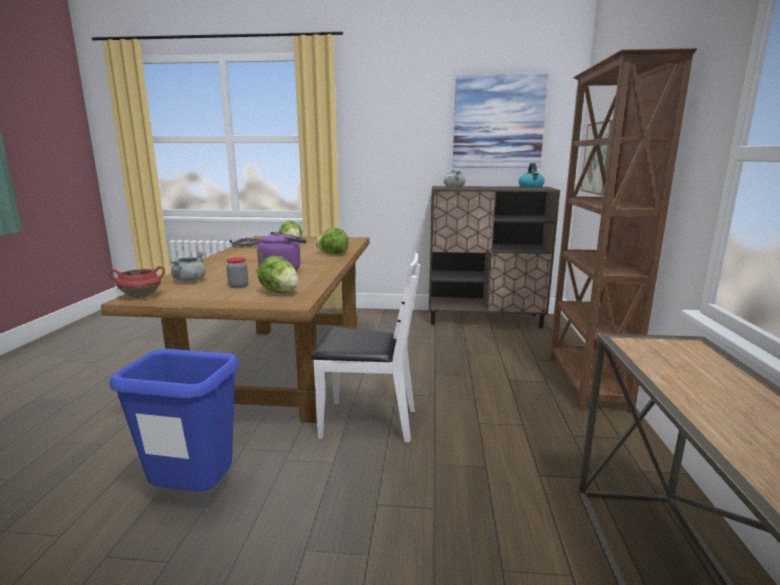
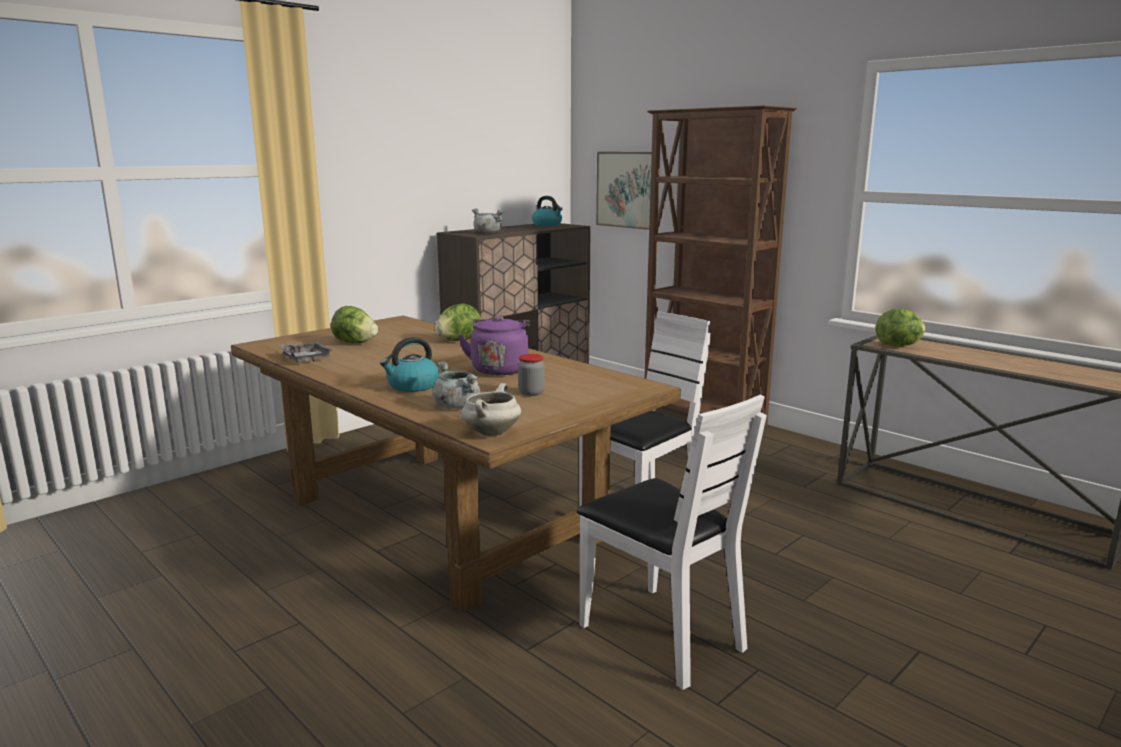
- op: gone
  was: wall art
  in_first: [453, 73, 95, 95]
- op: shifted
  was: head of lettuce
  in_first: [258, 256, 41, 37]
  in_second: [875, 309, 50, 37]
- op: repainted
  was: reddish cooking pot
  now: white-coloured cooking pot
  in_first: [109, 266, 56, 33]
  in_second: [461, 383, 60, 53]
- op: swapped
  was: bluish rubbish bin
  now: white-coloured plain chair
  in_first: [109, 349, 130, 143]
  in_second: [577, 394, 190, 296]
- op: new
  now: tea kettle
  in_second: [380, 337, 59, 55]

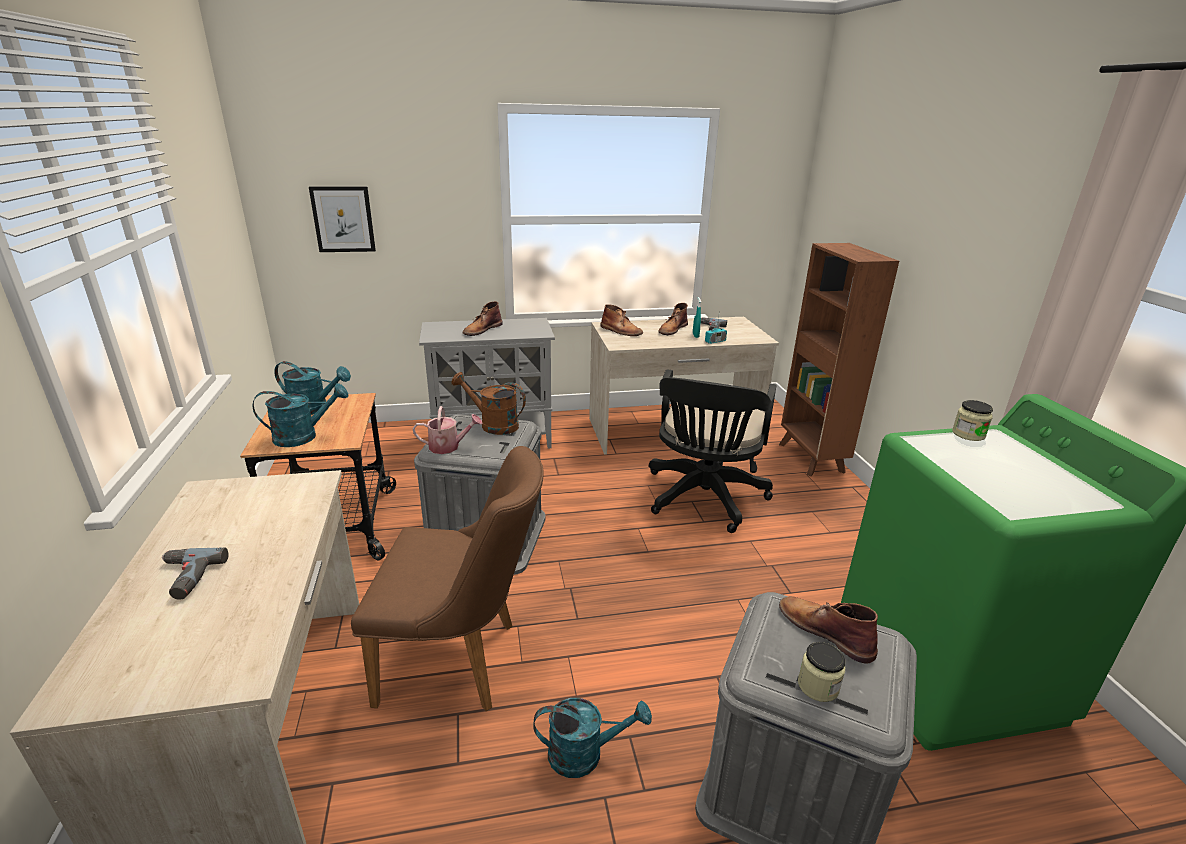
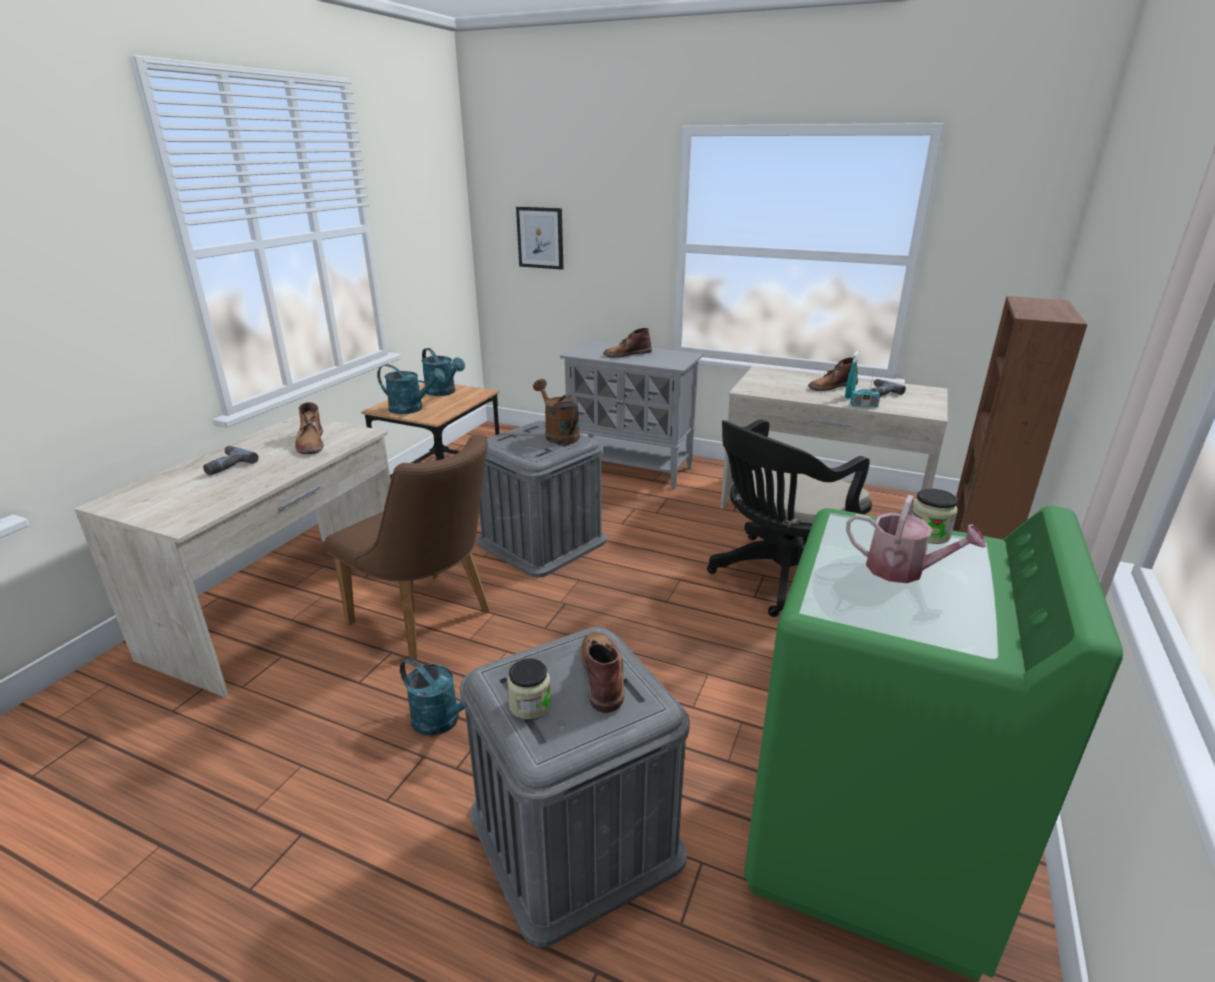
- op: shifted
  was: brownish high-top boot
  in_first: [600, 304, 43, 32]
  in_second: [295, 402, 29, 52]
- op: shifted
  was: watering can
  in_first: [413, 406, 70, 48]
  in_second: [846, 495, 140, 88]

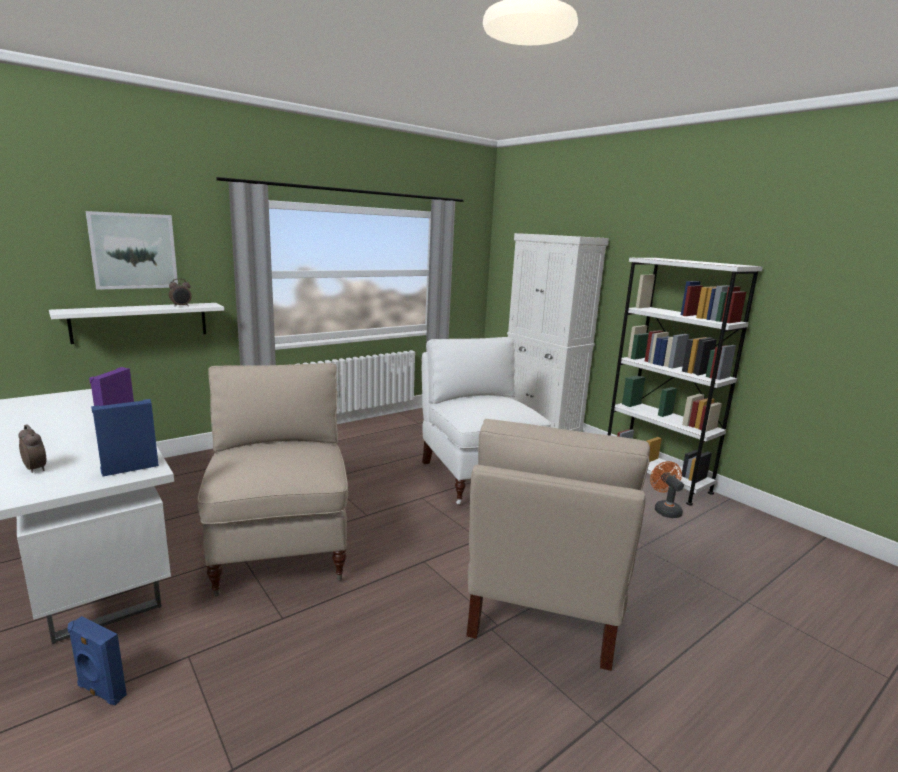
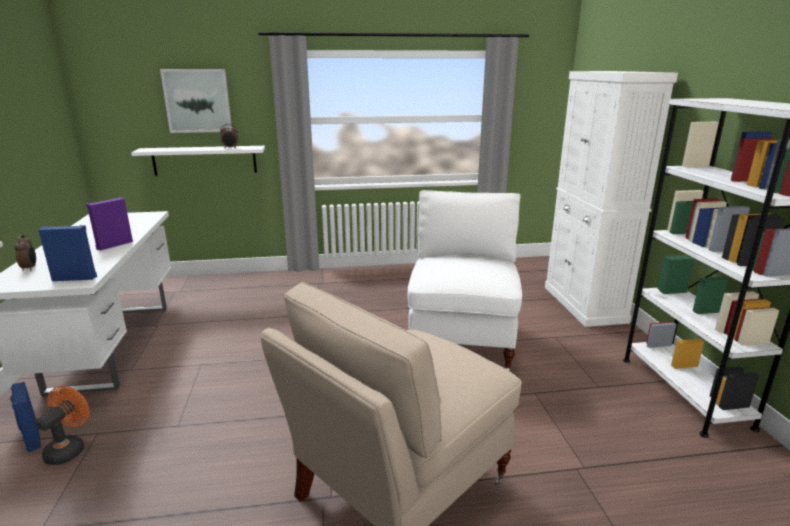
- op: gone
  was: sand-coloured plain chair
  in_first: [197, 363, 151, 233]
- op: shifted
  was: orangey fan
  in_first: [650, 461, 34, 57]
  in_second: [36, 386, 53, 79]

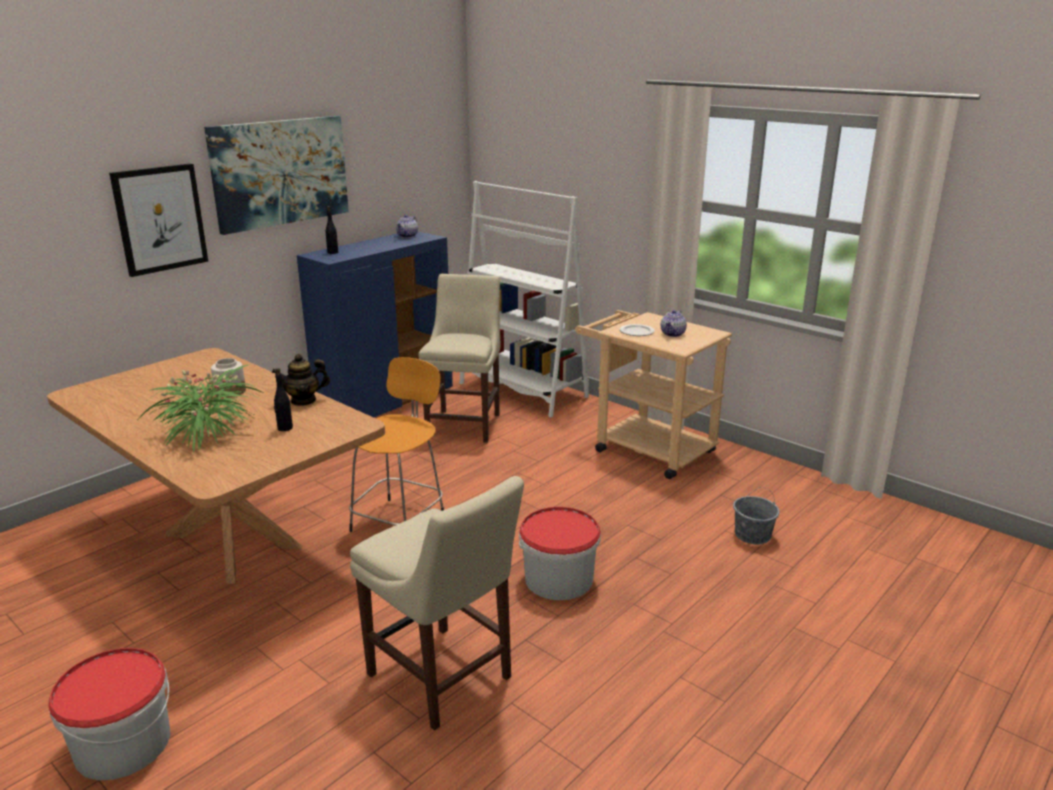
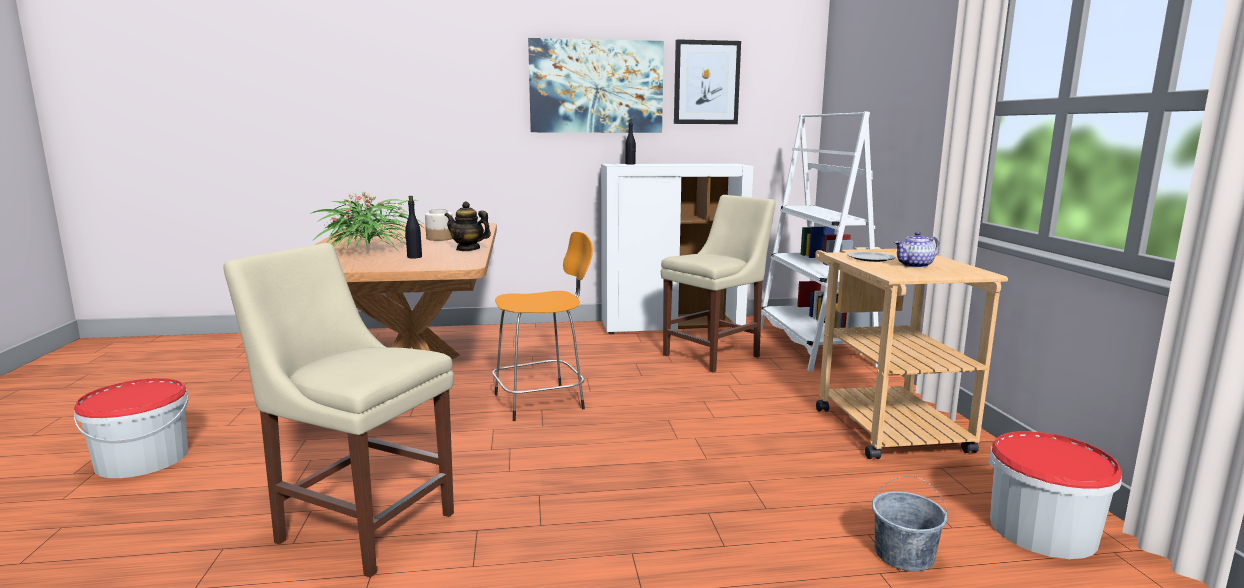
- op: shifted
  was: wall art
  in_first: [109, 164, 99, 113]
  in_second: [674, 39, 67, 85]
- op: gone
  was: pot for tea
  in_first: [396, 215, 22, 23]
- op: repainted
  was: bluish cupboard
  now: white-coloured cupboard
  in_first: [297, 232, 156, 185]
  in_second: [601, 163, 153, 171]
- op: rotated
  was: sand-coloured plain chair
  in_first: [350, 476, 174, 255]
  in_second: [223, 243, 231, 335]
  clockwise: 120
- op: shifted
  was: bucket
  in_first: [519, 507, 82, 93]
  in_second: [988, 431, 134, 128]

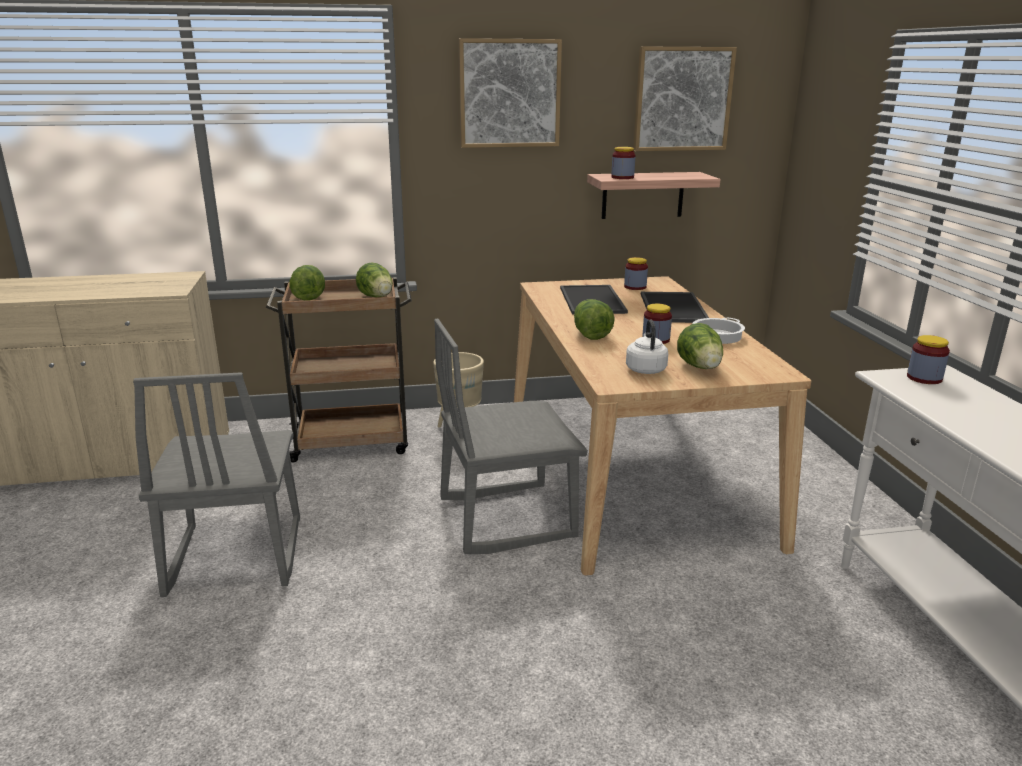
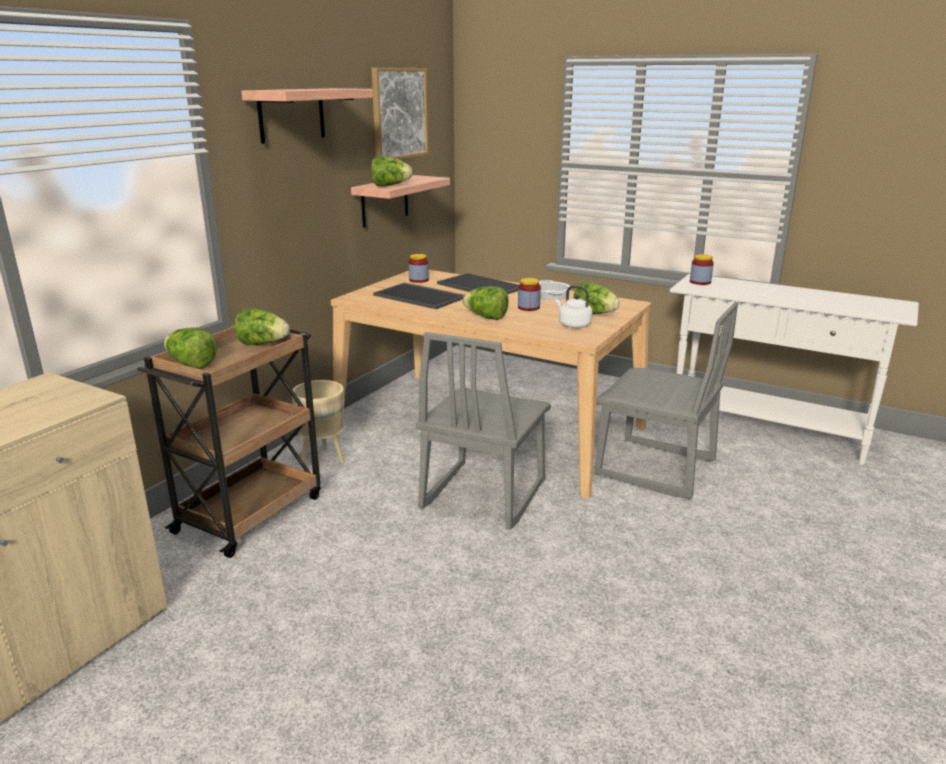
- op: swapped
  was: wall art
  now: bracket shelf
  in_first: [459, 38, 103, 110]
  in_second: [241, 88, 132, 56]
- op: swapped
  was: storage jar
  now: head of lettuce
  in_first: [611, 147, 24, 32]
  in_second: [371, 156, 41, 30]
- op: shifted
  was: gray plain chair
  in_first: [133, 372, 167, 225]
  in_second: [595, 302, 143, 197]

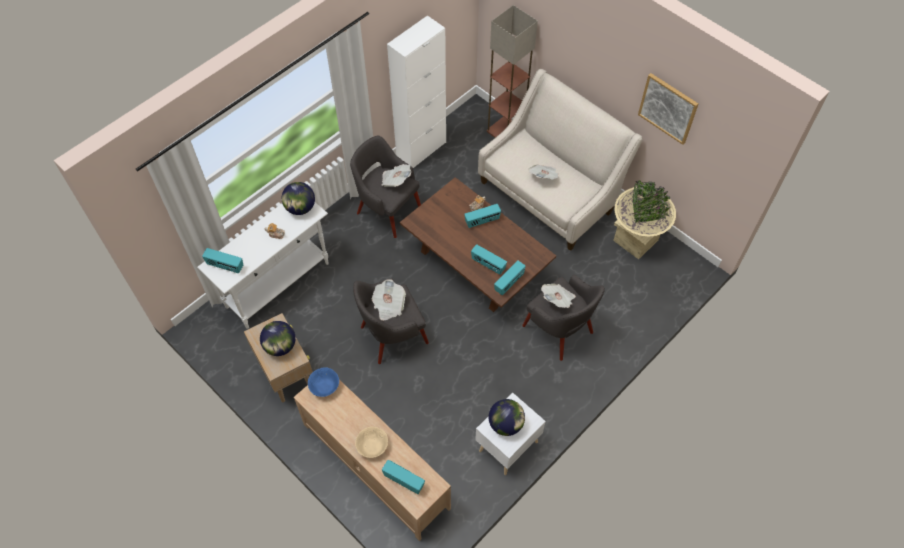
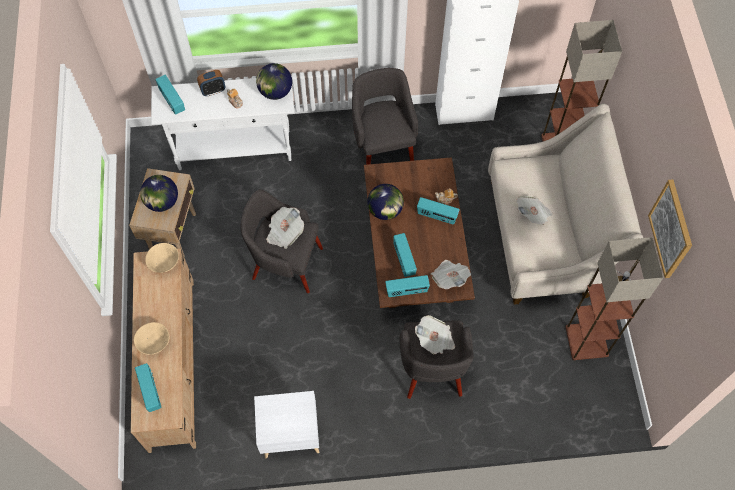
- op: shifted
  was: newspaper
  in_first: [382, 164, 29, 23]
  in_second: [431, 260, 40, 29]
- op: swapped
  was: sand-coloured flower pot
  now: floor lamp
  in_first: [613, 180, 63, 79]
  in_second: [566, 237, 97, 123]
- op: repainted
  was: bluish deep dish
  now: sand-coloured deep dish
  in_first: [308, 367, 31, 30]
  in_second: [145, 243, 34, 30]
- op: shifted
  was: world globe
  in_first: [489, 399, 36, 37]
  in_second: [368, 184, 36, 36]
- op: new
  now: table clock
  in_second: [197, 70, 28, 26]

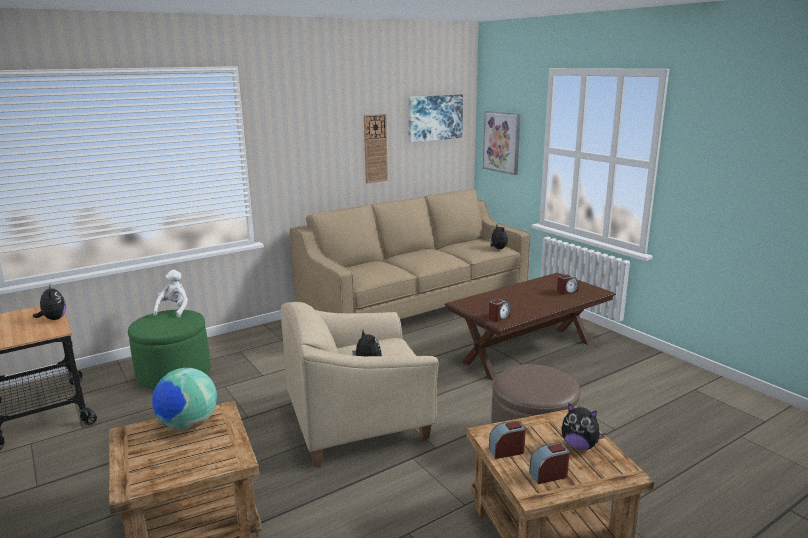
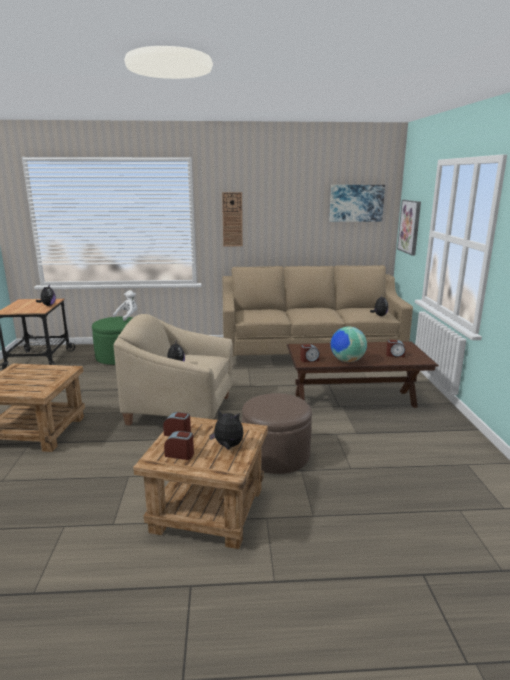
- op: shifted
  was: wall clock
  in_first: [364, 114, 24, 69]
  in_second: [222, 192, 21, 54]
- op: shifted
  was: world globe
  in_first: [152, 368, 65, 62]
  in_second: [330, 327, 37, 35]
- op: rotated
  was: plush toy
  in_first: [561, 403, 44, 47]
  in_second: [209, 410, 35, 40]
  clockwise: 135

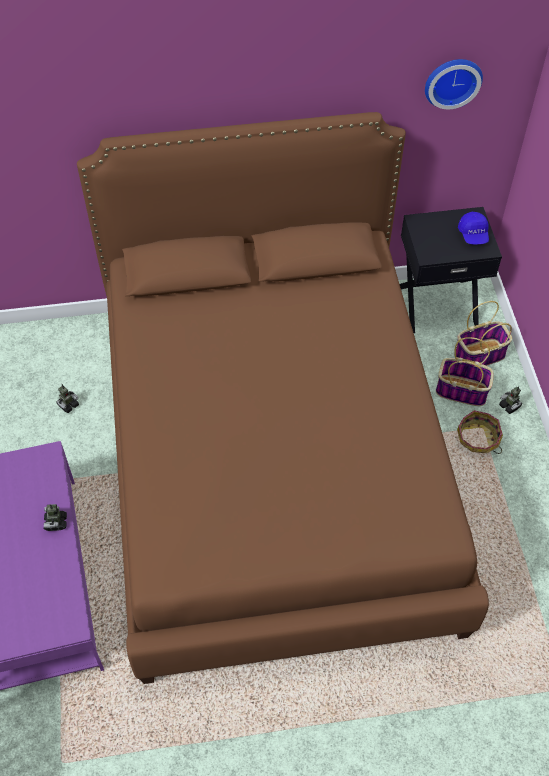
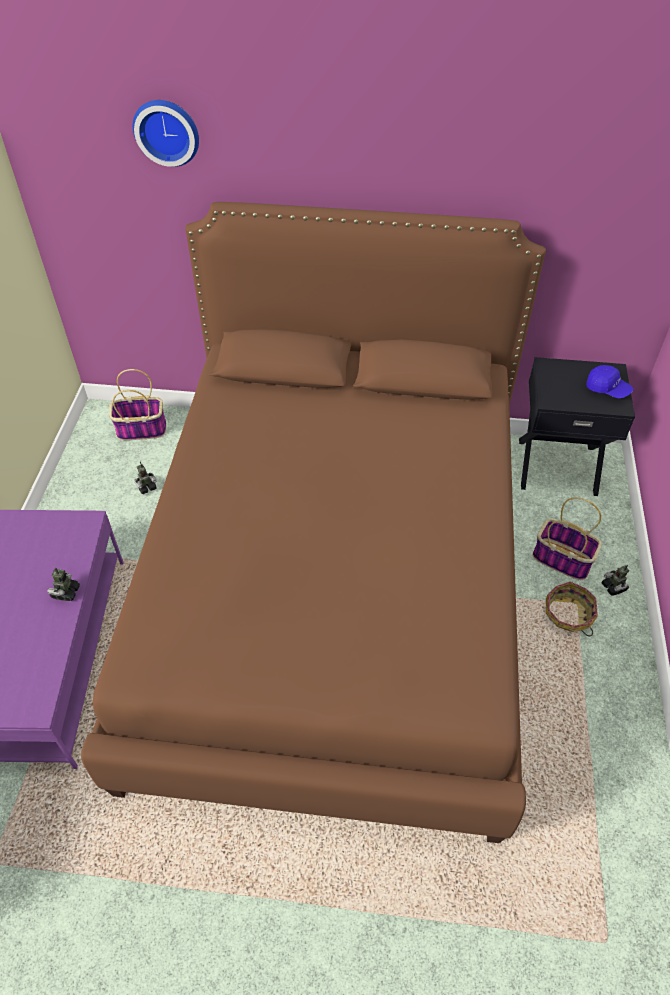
- op: shifted
  was: wall clock
  in_first: [425, 59, 58, 50]
  in_second: [133, 100, 66, 67]
- op: rotated
  was: bluish baseball cap
  in_first: [458, 212, 31, 32]
  in_second: [586, 365, 47, 34]
  clockwise: -60
- op: shifted
  was: basket
  in_first: [454, 301, 58, 65]
  in_second: [109, 369, 57, 71]

